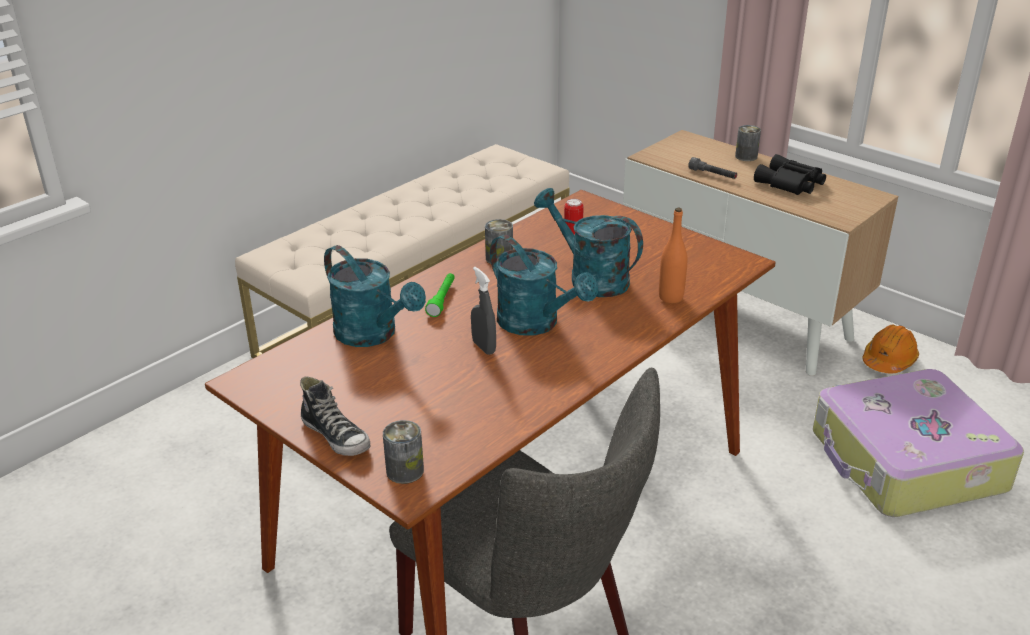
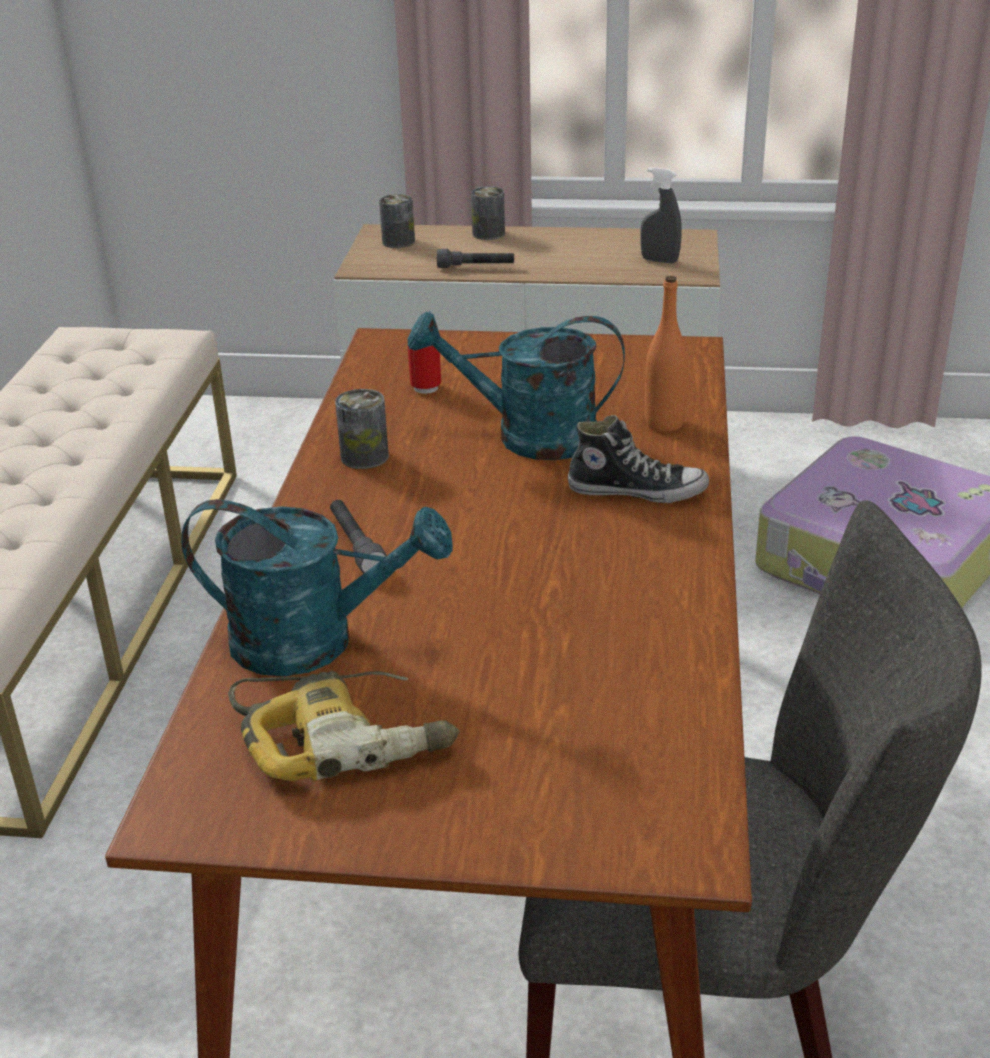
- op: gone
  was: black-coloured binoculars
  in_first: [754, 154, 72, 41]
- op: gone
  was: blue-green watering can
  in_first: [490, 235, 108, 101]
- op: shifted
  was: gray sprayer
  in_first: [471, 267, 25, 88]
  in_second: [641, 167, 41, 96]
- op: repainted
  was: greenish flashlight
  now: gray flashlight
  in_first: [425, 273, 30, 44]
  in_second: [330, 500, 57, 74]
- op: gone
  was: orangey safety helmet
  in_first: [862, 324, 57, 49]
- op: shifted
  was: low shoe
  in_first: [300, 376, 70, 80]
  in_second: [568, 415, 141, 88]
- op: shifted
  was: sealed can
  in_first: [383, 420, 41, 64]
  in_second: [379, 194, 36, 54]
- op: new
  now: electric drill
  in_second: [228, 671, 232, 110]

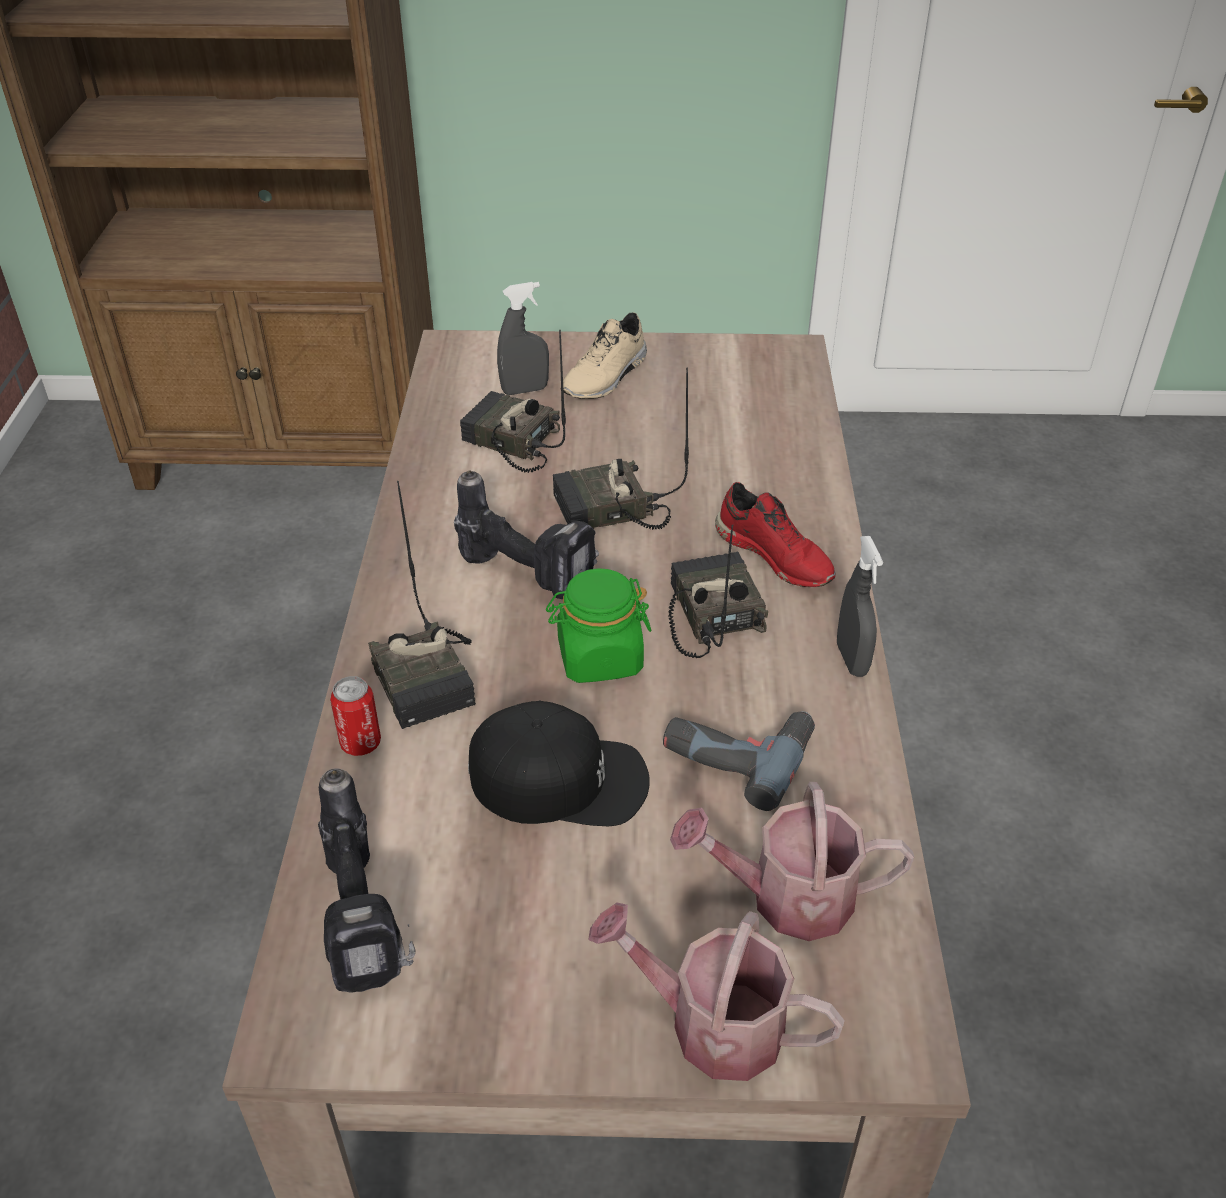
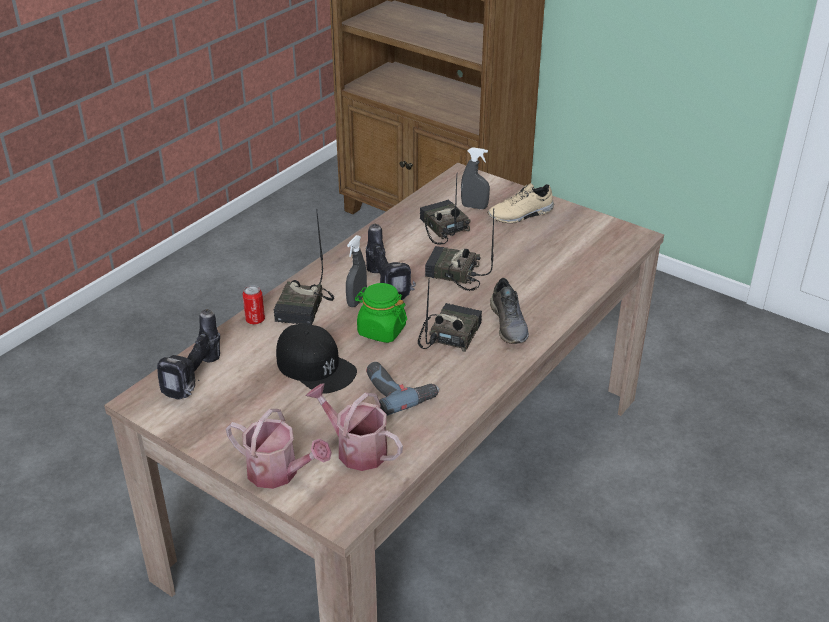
- op: repainted
  was: reddish low shoe
  now: gray low shoe
  in_first: [715, 482, 121, 105]
  in_second: [490, 278, 39, 66]
- op: shifted
  was: gray sprayer
  in_first: [837, 536, 46, 141]
  in_second: [346, 235, 21, 72]
- op: rotated
  was: watering can
  in_first: [588, 902, 257, 179]
  in_second: [226, 409, 106, 80]
  clockwise: 150

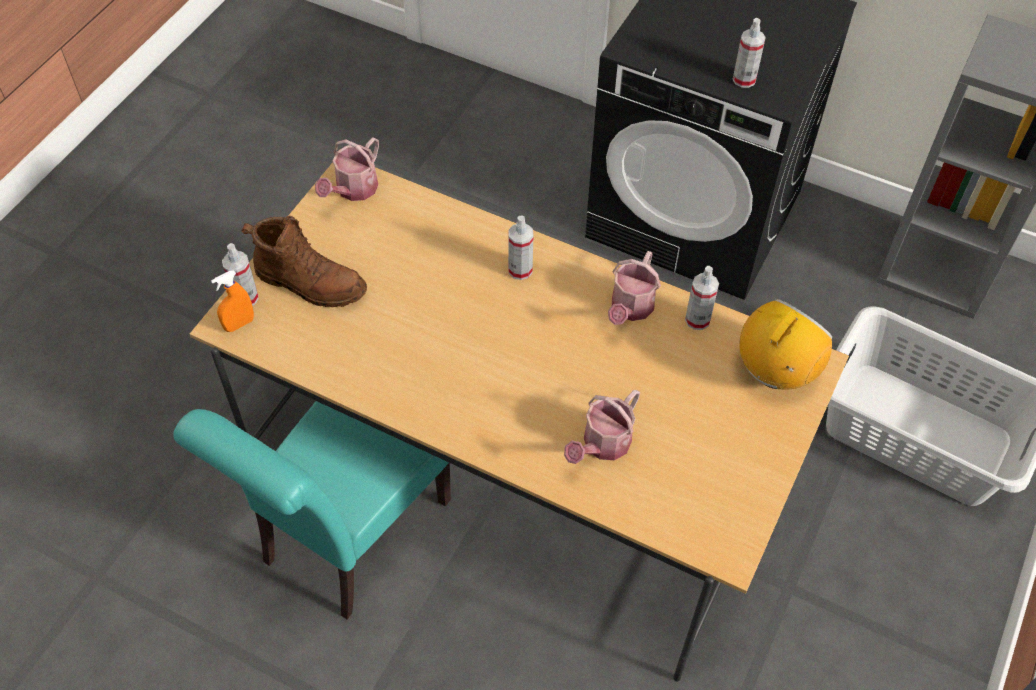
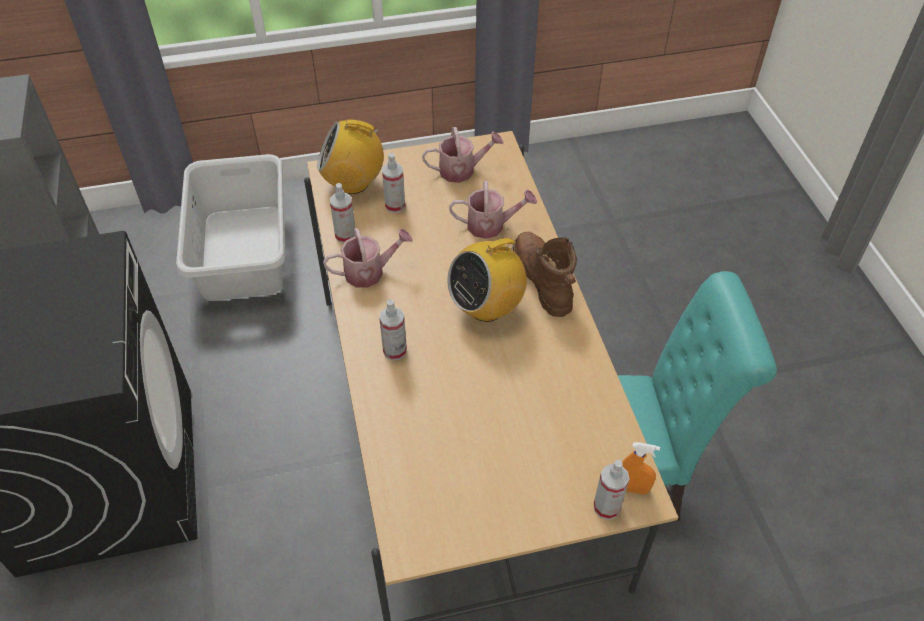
- op: shifted
  was: sprayer
  in_first: [732, 18, 34, 70]
  in_second: [382, 153, 23, 60]
- op: shifted
  was: watering can
  in_first: [315, 137, 64, 64]
  in_second: [422, 127, 81, 56]
- op: shifted
  was: brownish high-top boot
  in_first: [241, 216, 126, 91]
  in_second: [513, 232, 64, 85]
- op: new
  now: radio receiver
  in_second: [448, 228, 79, 94]

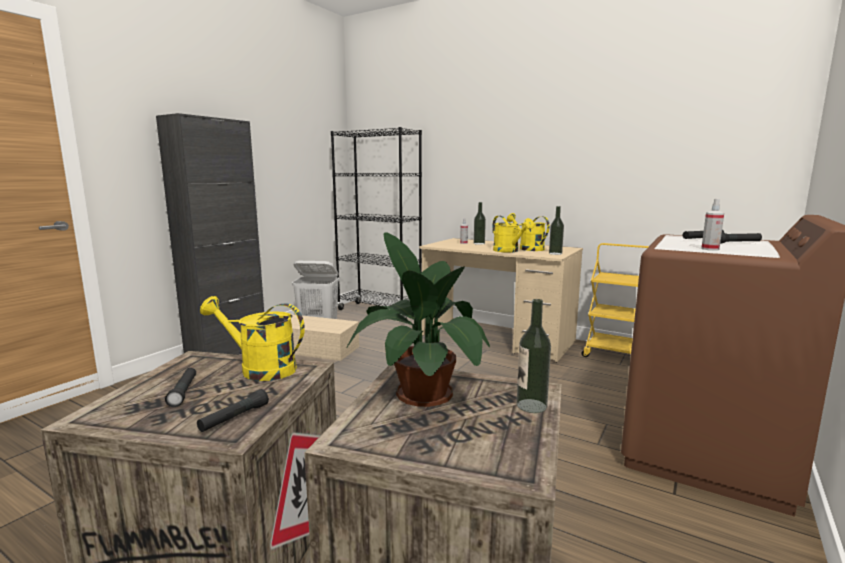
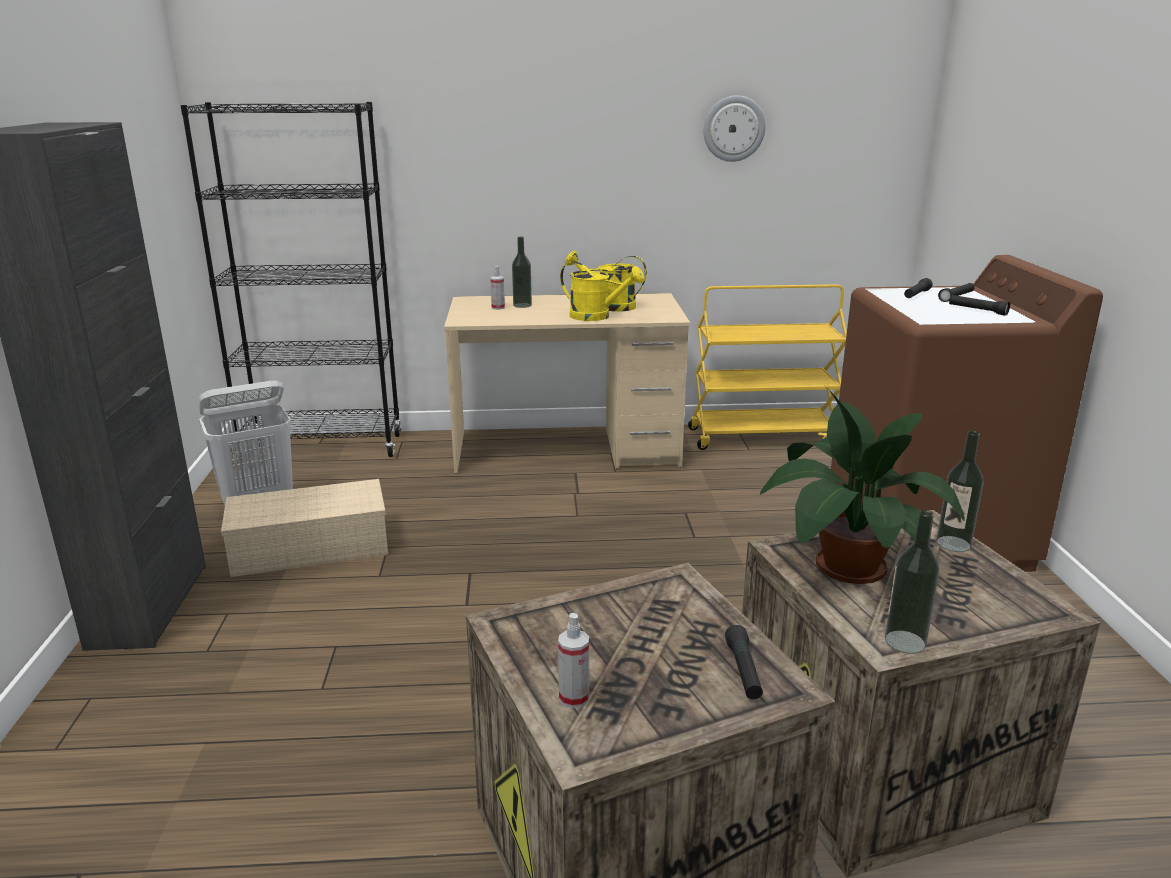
- op: shifted
  was: sprayer
  in_first: [701, 199, 23, 51]
  in_second: [558, 613, 31, 95]
- op: shifted
  was: beverage bottle
  in_first: [549, 206, 15, 49]
  in_second: [885, 510, 54, 144]
- op: gone
  was: yellow-coloured watering can
  in_first: [200, 296, 105, 85]
- op: shifted
  was: black-coloured flashlight
  in_first: [165, 368, 31, 39]
  in_second: [949, 295, 61, 21]
- op: new
  now: wall clock
  in_second: [703, 95, 63, 67]

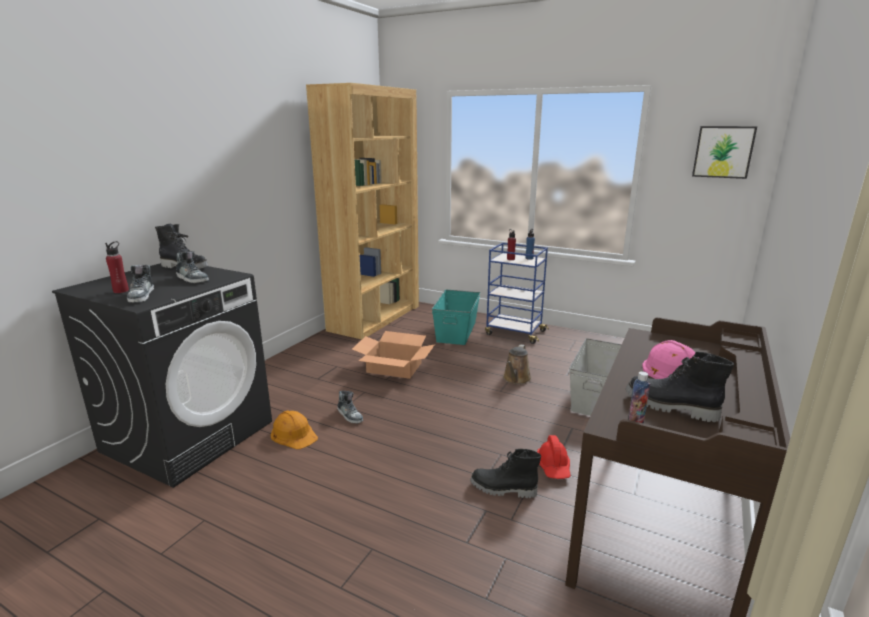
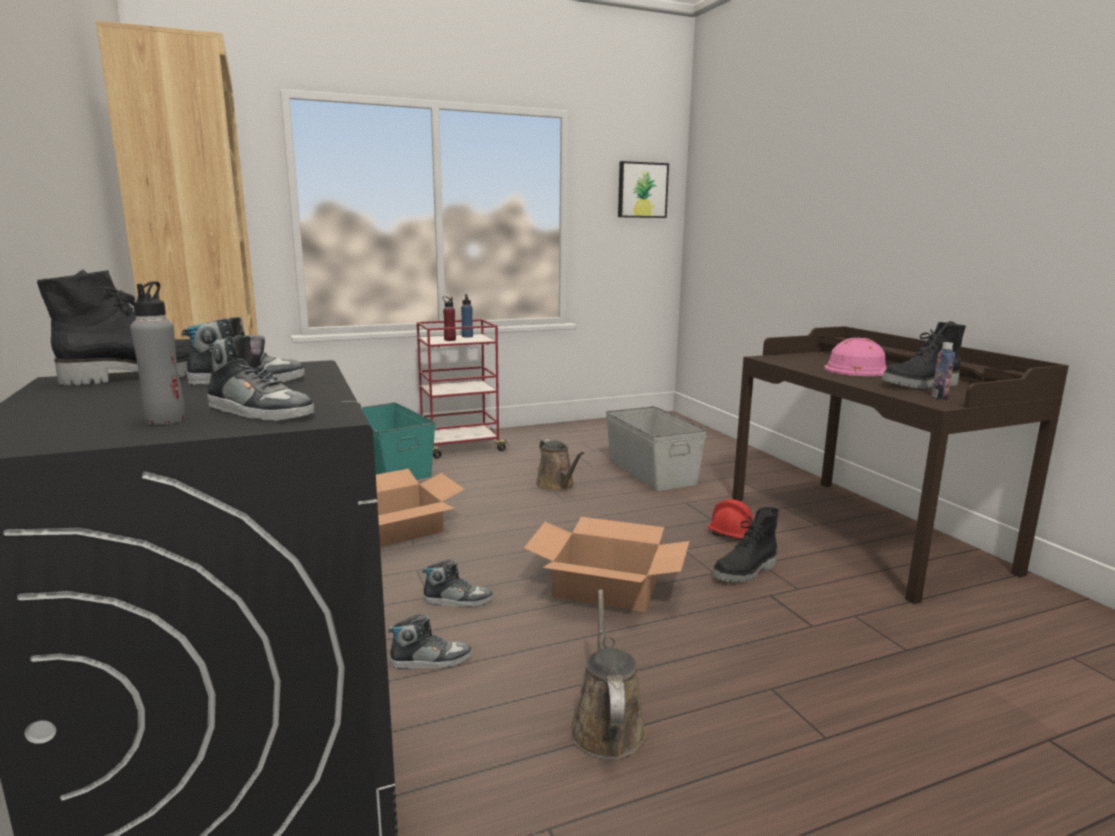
- op: repainted
  was: reddish beverage bottle
  now: gray beverage bottle
  in_first: [105, 241, 24, 52]
  in_second: [130, 281, 55, 144]
- op: repainted
  was: bluish cart
  now: reddish cart
  in_first: [485, 243, 64, 101]
  in_second: [417, 319, 92, 140]
- op: swapped
  was: orangey safety helmet
  now: low shoe
  in_first: [271, 410, 47, 39]
  in_second: [388, 613, 84, 56]
- op: new
  now: cardboard box
  in_second: [524, 517, 166, 95]
- op: new
  now: brownish watering can
  in_second: [570, 590, 76, 170]

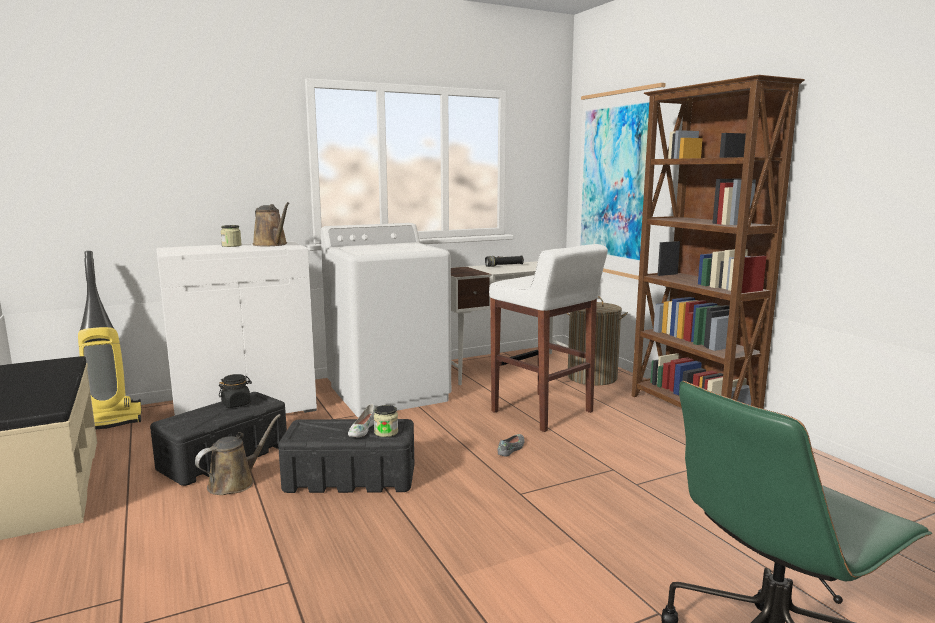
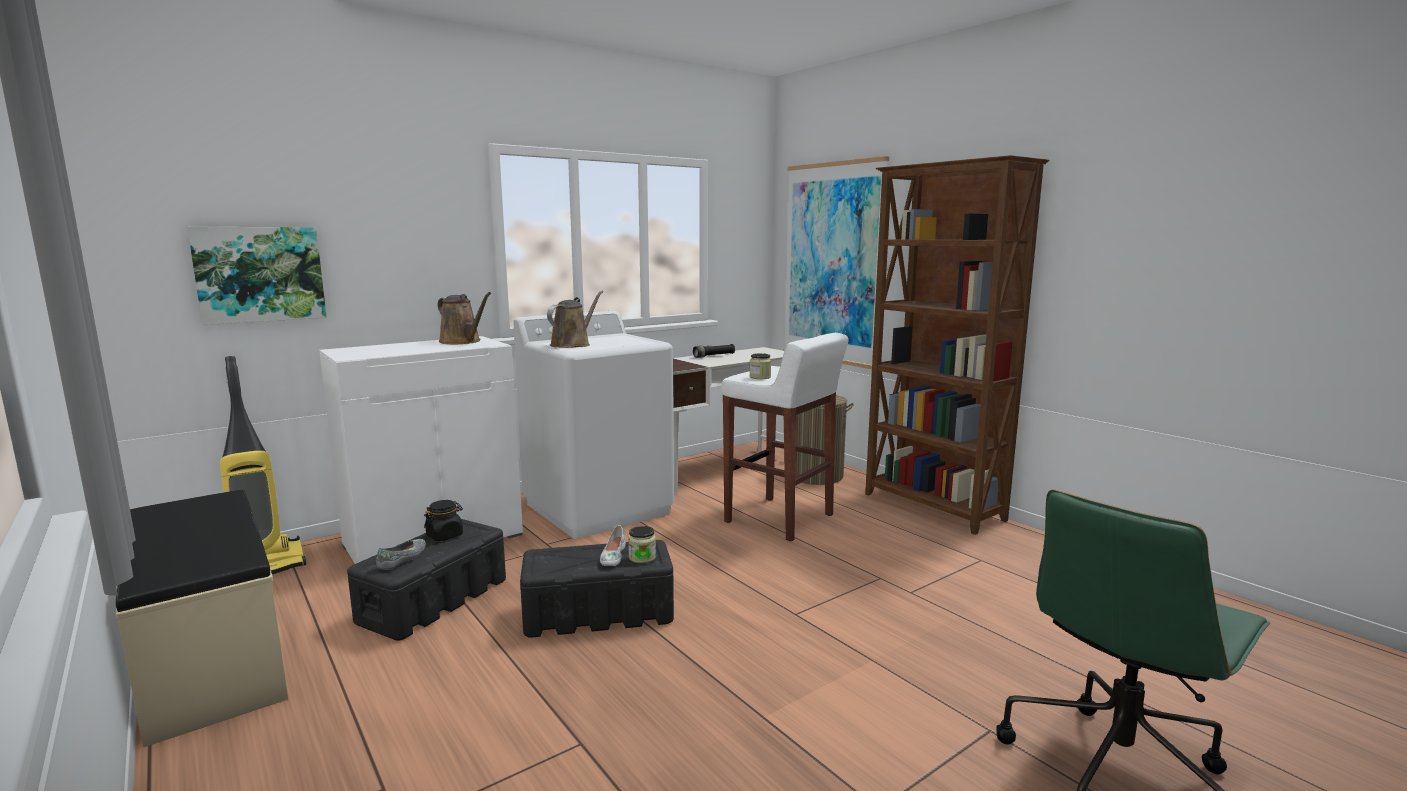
- op: shifted
  was: storage jar
  in_first: [221, 225, 21, 22]
  in_second: [750, 353, 21, 26]
- op: shifted
  was: brownish watering can
  in_first: [195, 414, 86, 81]
  in_second: [547, 291, 56, 57]
- op: shifted
  was: gray low shoe
  in_first: [498, 434, 26, 23]
  in_second: [376, 539, 50, 31]
- op: new
  now: wall art
  in_second: [187, 227, 140, 98]

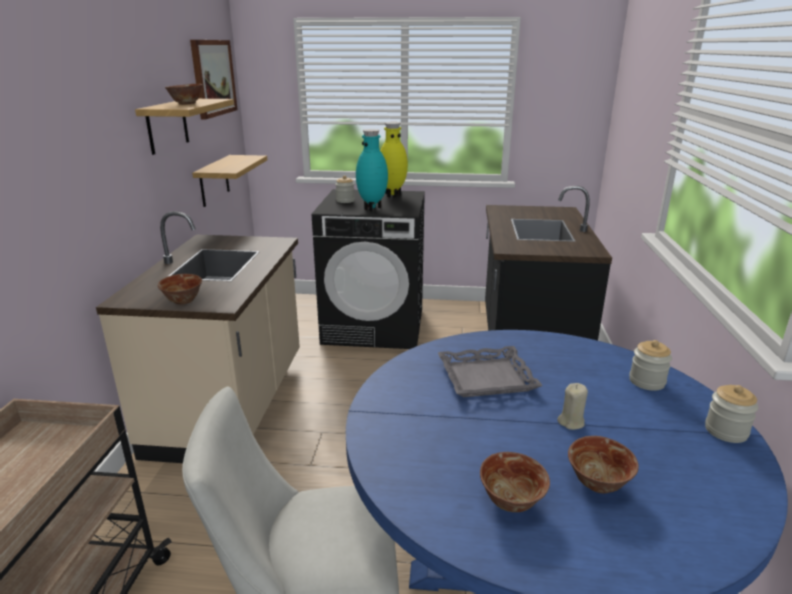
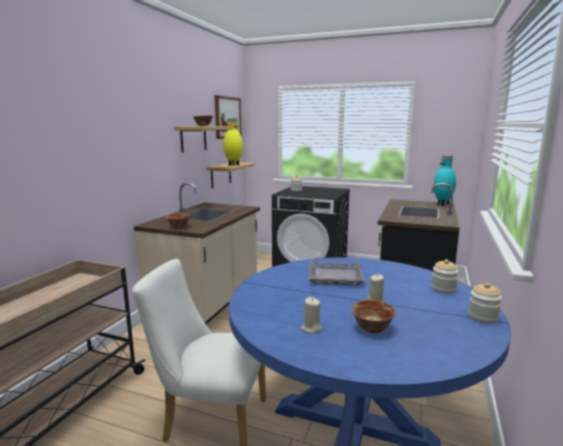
- op: shifted
  was: yellow-coloured decorative vase
  in_first: [380, 122, 28, 75]
  in_second: [223, 119, 20, 47]
- op: shifted
  was: blue-green decorative vase
  in_first: [356, 129, 32, 82]
  in_second: [434, 155, 22, 51]
- op: swapped
  was: deep dish
  now: sand-coloured candle
  in_first: [480, 452, 70, 60]
  in_second: [301, 297, 21, 37]

